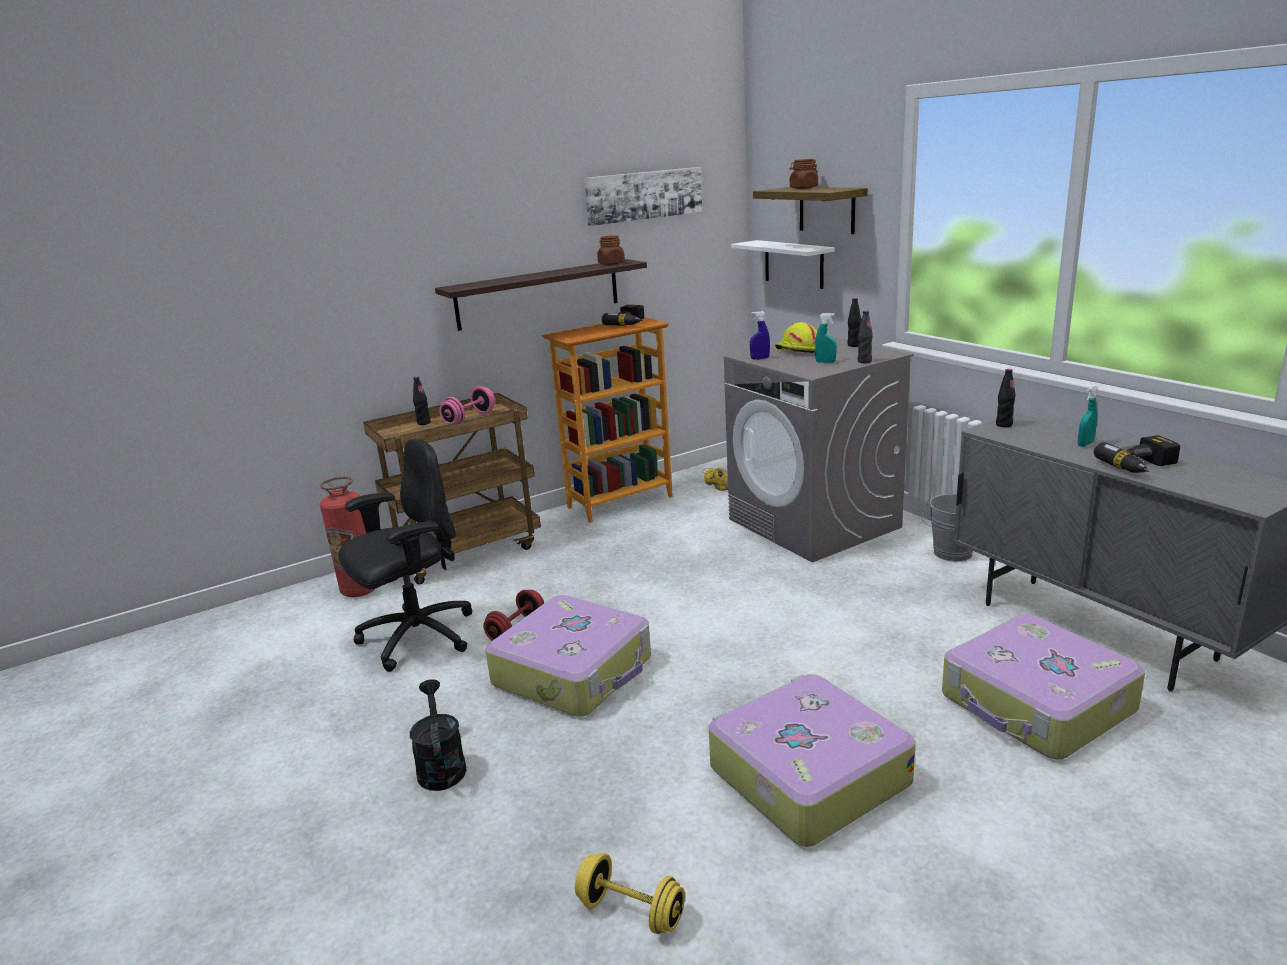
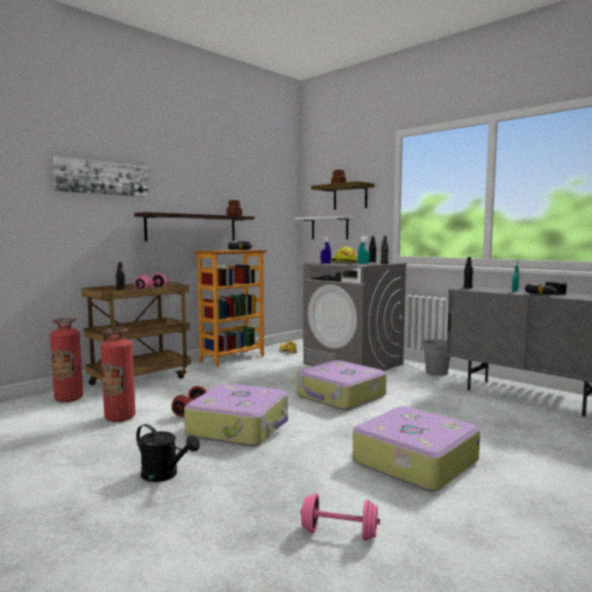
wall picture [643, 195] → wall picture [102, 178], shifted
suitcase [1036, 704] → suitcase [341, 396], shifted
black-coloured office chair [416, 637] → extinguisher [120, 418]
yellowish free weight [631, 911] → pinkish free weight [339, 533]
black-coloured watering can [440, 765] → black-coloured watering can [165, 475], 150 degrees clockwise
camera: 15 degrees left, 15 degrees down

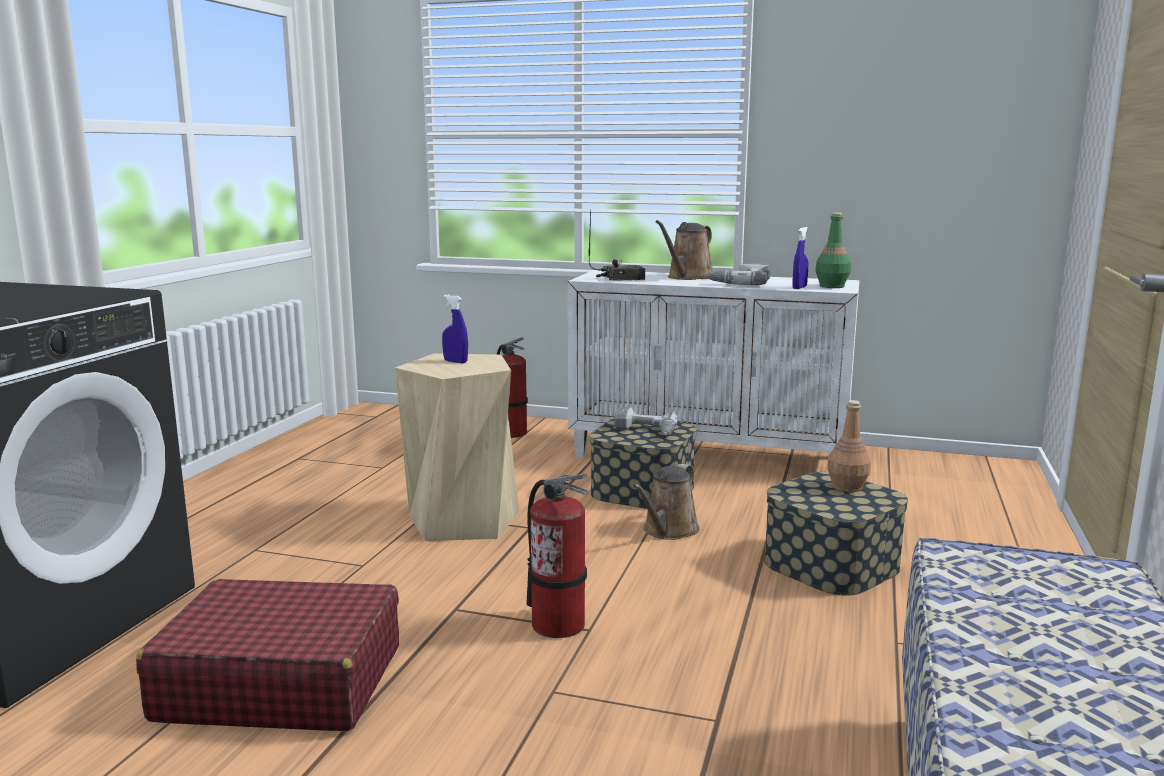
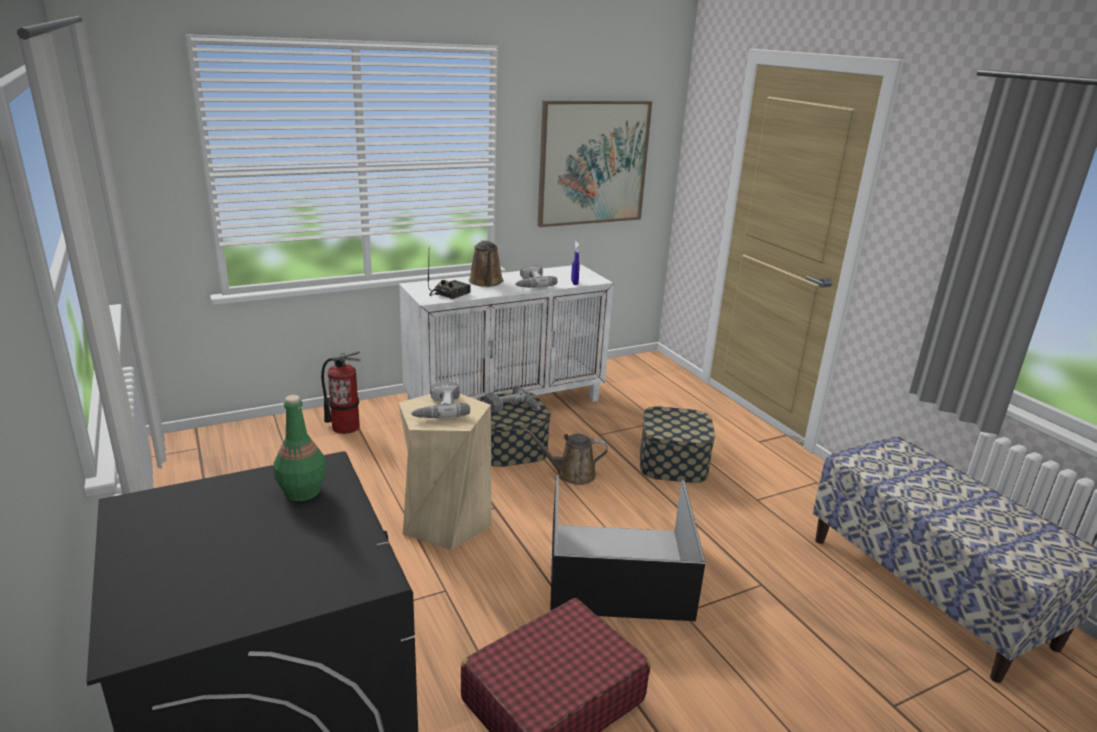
brown bottle [846, 487] → -
- → wall picture [593, 163]
greenish bottle [831, 286] → greenish bottle [301, 491], shifted
bluish spray bottle [455, 362] → power drill [438, 408]
extinguisher [558, 624] → black-coloured storage box [620, 570]
brown watering can [668, 531] → brown watering can [571, 474], 105 degrees clockwise
camera: 45 degrees left, 10 degrees up

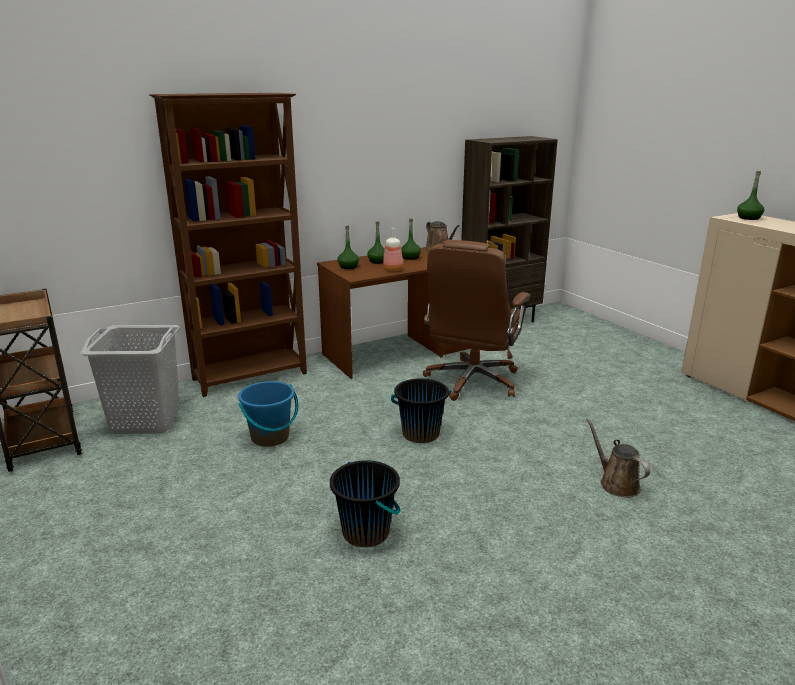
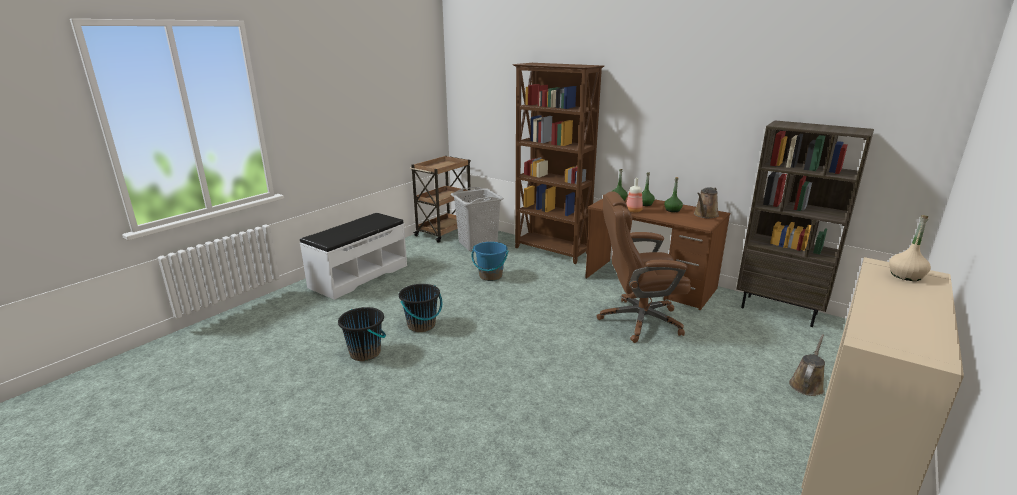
- → whitish indoor bench [358, 276]
black-coloured bucket [420, 434] → black-coloured bucket [365, 353], shifted
brown watering can [616, 483] → brown watering can [806, 384], shifted
greenish bottle [748, 218] → beige-coloured bottle [905, 276]
camera: 65 degrees right, 0 degrees up

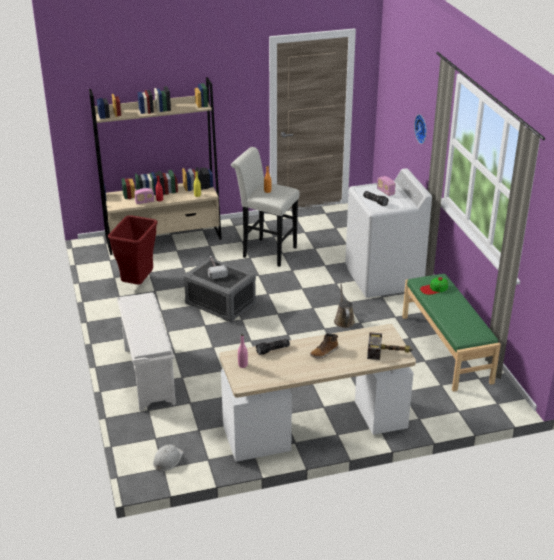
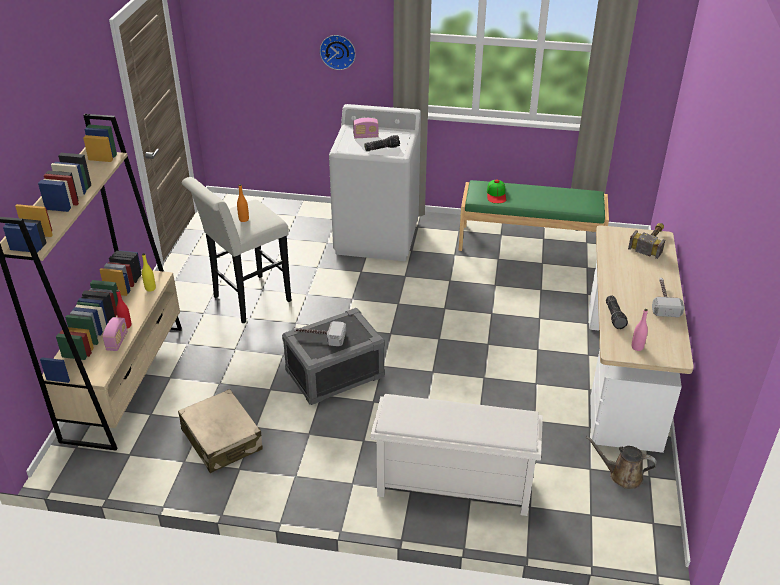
whitish work helmet [167, 460] → -
boot [324, 352] → -
- → hand hammer [663, 300]
brown watering can [344, 320] → brown watering can [622, 475], shifted
red-coloured rubbish bin [137, 283] → beige-coloured suitcase [221, 440]
camera: 65 degrees left, 5 degrees up

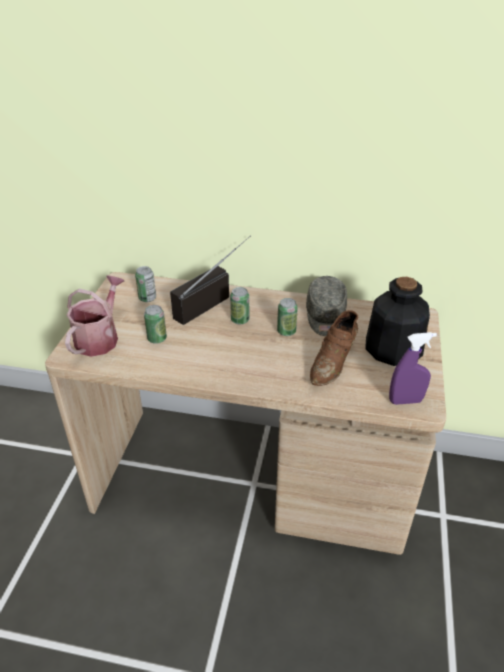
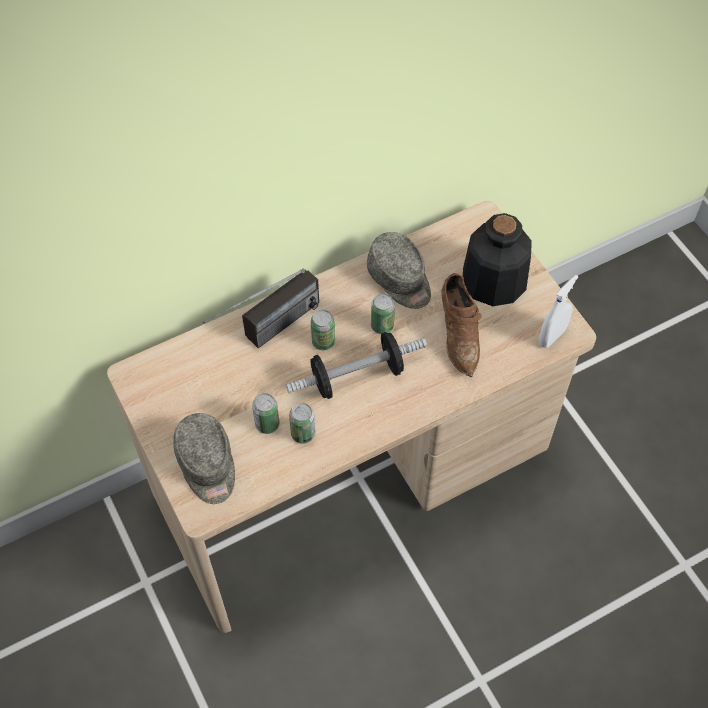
- → free weight [356, 376]
sealed can [147, 298] → sealed can [303, 434], shifted
watering can [100, 338] → grey baseball cap [207, 465]
purplish spray bottle [405, 401] → whitish spray bottle [552, 337]
radio set [212, 300] → radio set [267, 333], 135 degrees counterclockwise
camera: 40 degrees left, 20 degrees up

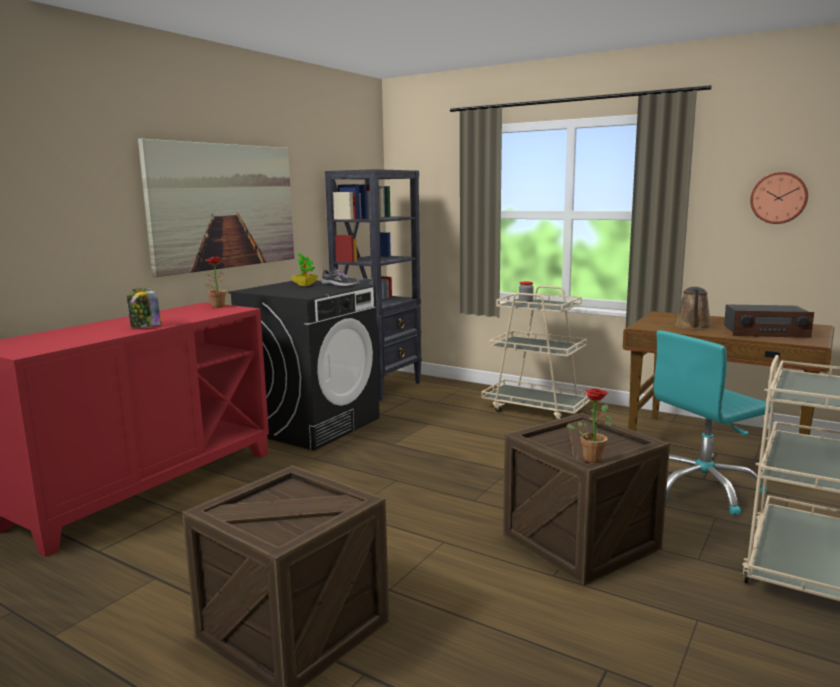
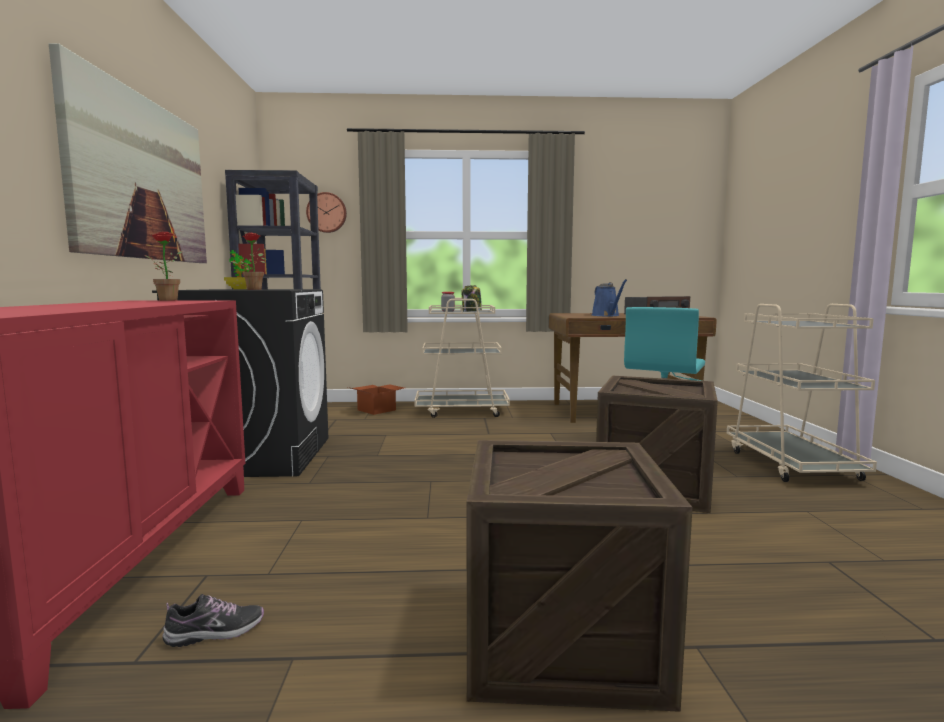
- → cardboard box [378, 410]
jar [145, 327] → jar [471, 311], shifted
low shoe [339, 285] → low shoe [215, 632], shifted
plant in a pot [592, 457] → plant in a pot [254, 289], shifted
wall clock [779, 198] → wall clock [327, 212], shifted
brown watering can [693, 326] → bluish watering can [607, 315]
camera: 35 degrees left, 5 degrees down

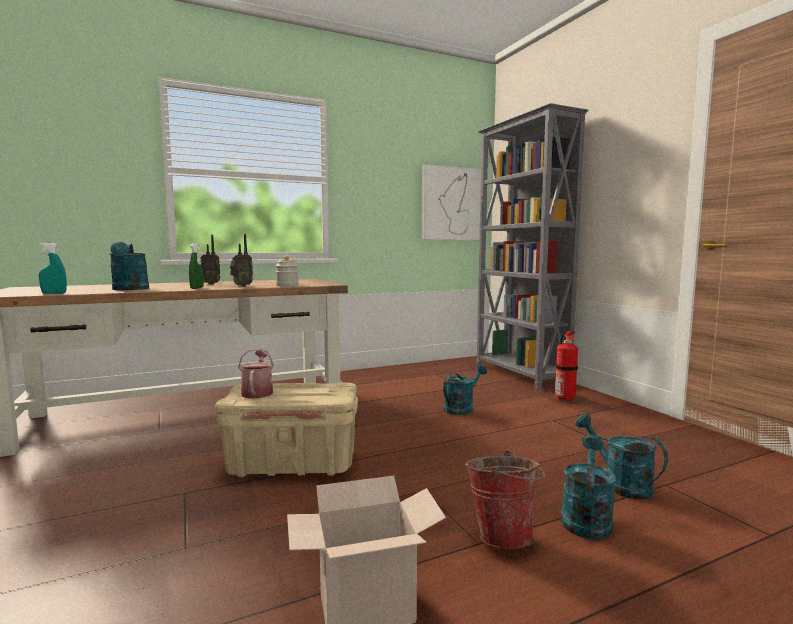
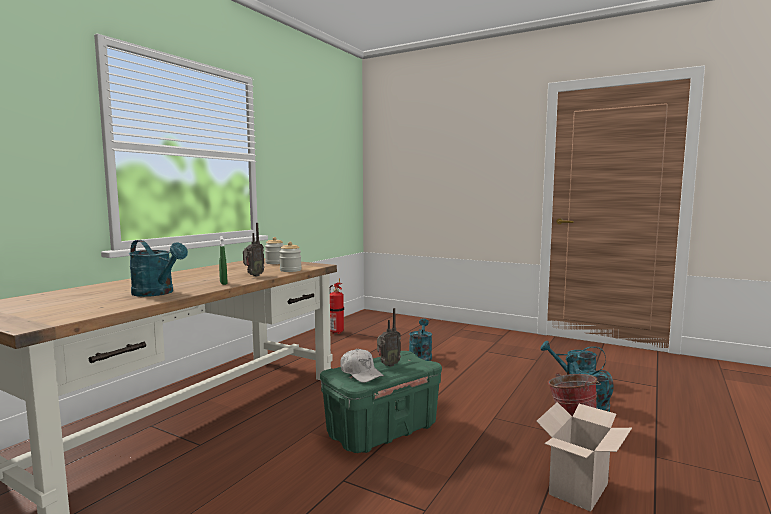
blue-green spray bottle [54, 293] → -
wall picture [453, 204] → -
grey shelving unit [520, 375] → -
- → jar [275, 263]
radio set [211, 284] → radio set [388, 365], shifted
extinguisher [564, 398] → extinguisher [335, 332], shifted
watering can [258, 392] → whitish baseball cap [361, 373]
beige-coloured storage box [293, 464] → greenish storage box [382, 430]
camera: 35 degrees left, 0 degrees up

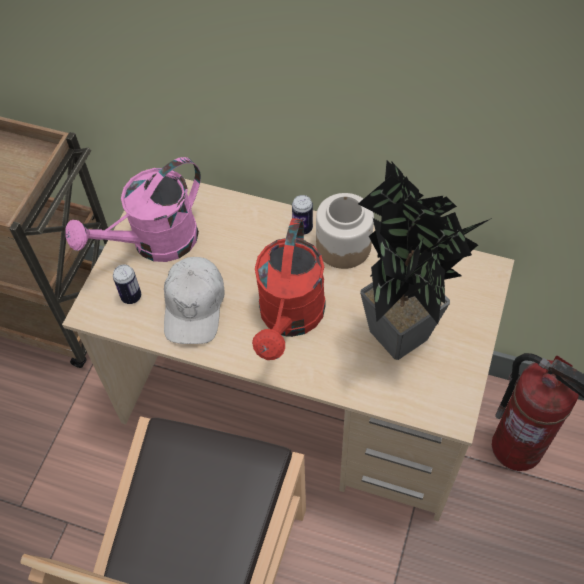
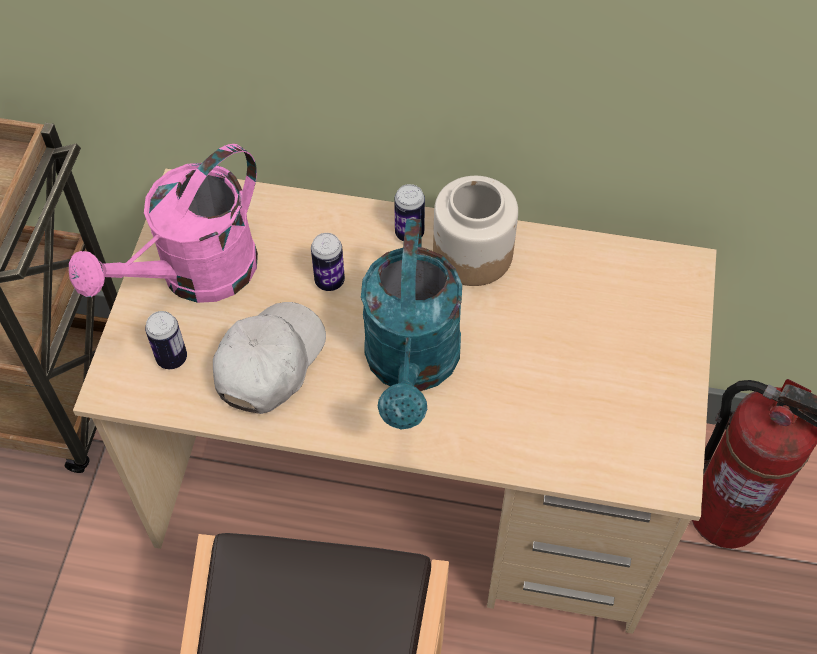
plant in a pot [400, 343] → -
- → sealed can [329, 281]
red-coloured watering can [290, 319] → blue-green watering can [412, 367]
whitish baseball cap [194, 306] → whitish baseball cap [269, 362], 150 degrees counterclockwise
camera: 10 degrees left, 0 degrees up

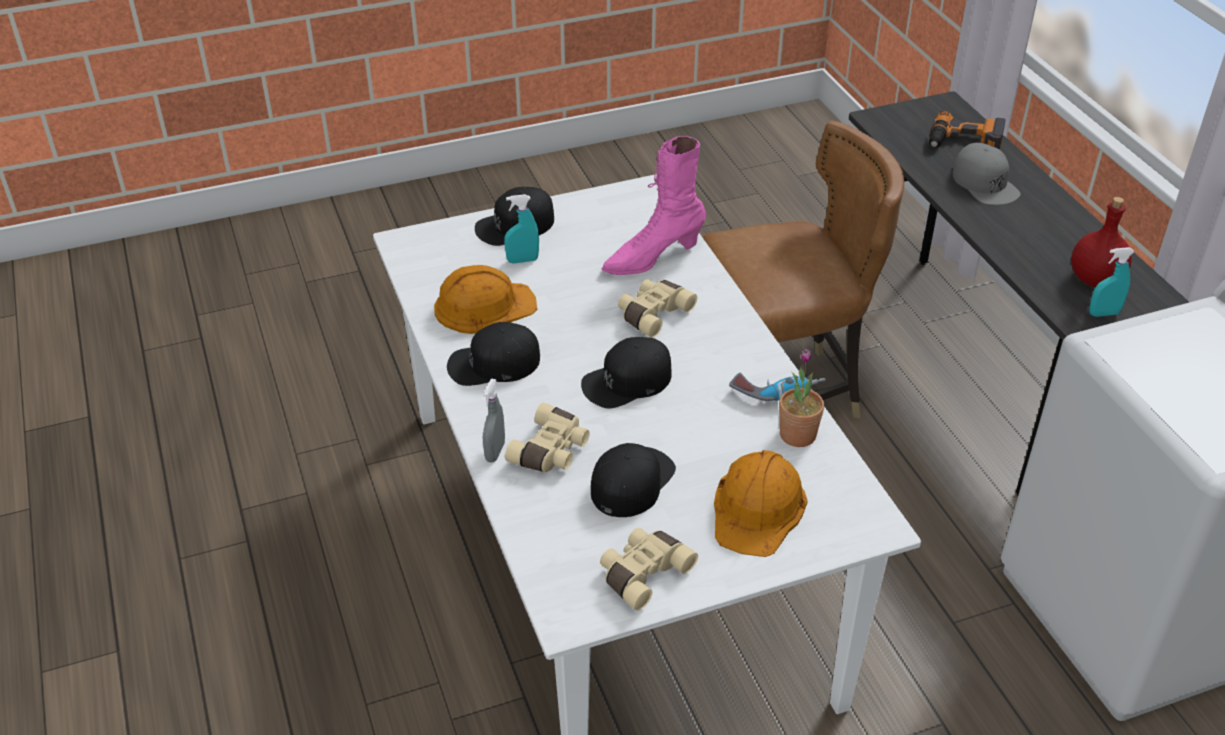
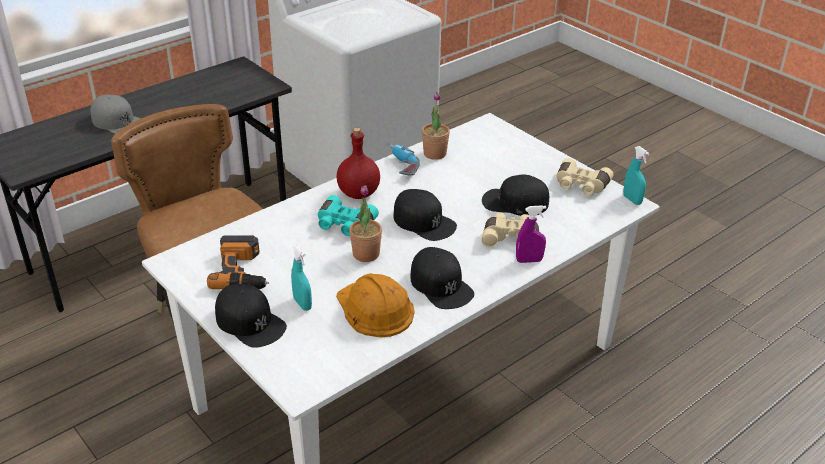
pinkish boot [652, 258] → -
orangey work helmet [758, 509] → -
- → plant in a pot [366, 254]
power drill [964, 142] → power drill [242, 271], shifted
red-coloured bottle [1094, 279] → red-coloured bottle [358, 193], shifted
blue-green spray bottle [1103, 313] → blue-green spray bottle [632, 200], shifted
grey spray bottle [495, 452] → purplish spray bottle [529, 260]
beige-coloured pair of binoculars [653, 314] → blue-green pair of binoculars [344, 225]
grey baseball cap [985, 183] → grey baseball cap [118, 121], 75 degrees clockwise
camera: 110 degrees left, 5 degrees down

